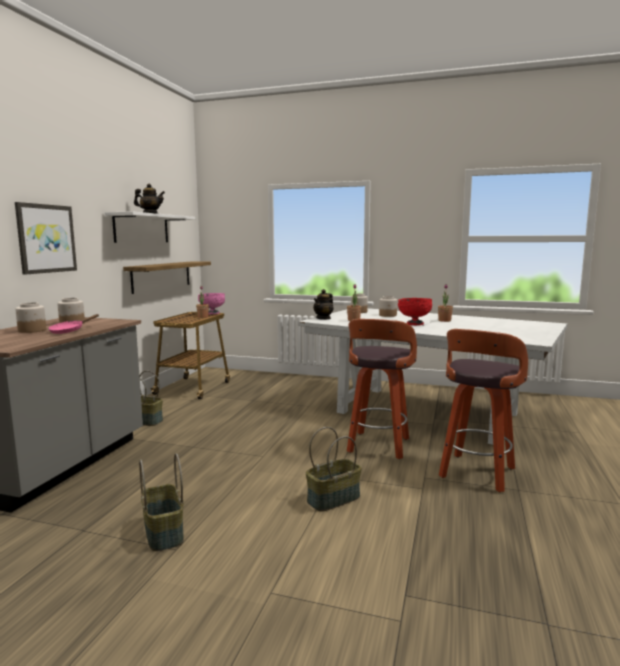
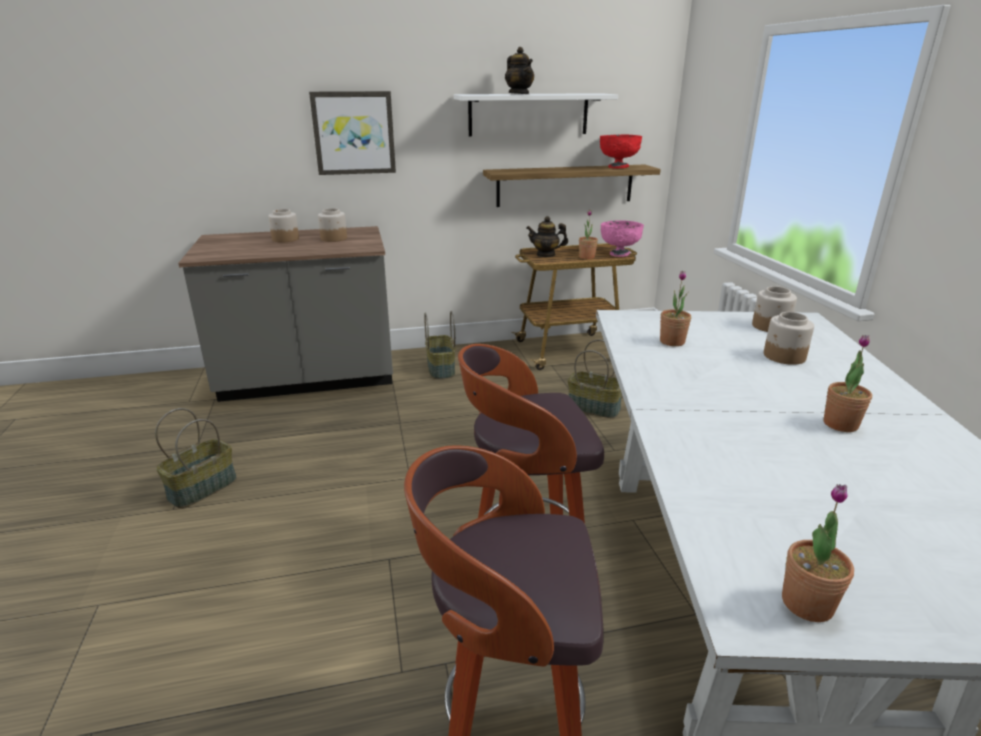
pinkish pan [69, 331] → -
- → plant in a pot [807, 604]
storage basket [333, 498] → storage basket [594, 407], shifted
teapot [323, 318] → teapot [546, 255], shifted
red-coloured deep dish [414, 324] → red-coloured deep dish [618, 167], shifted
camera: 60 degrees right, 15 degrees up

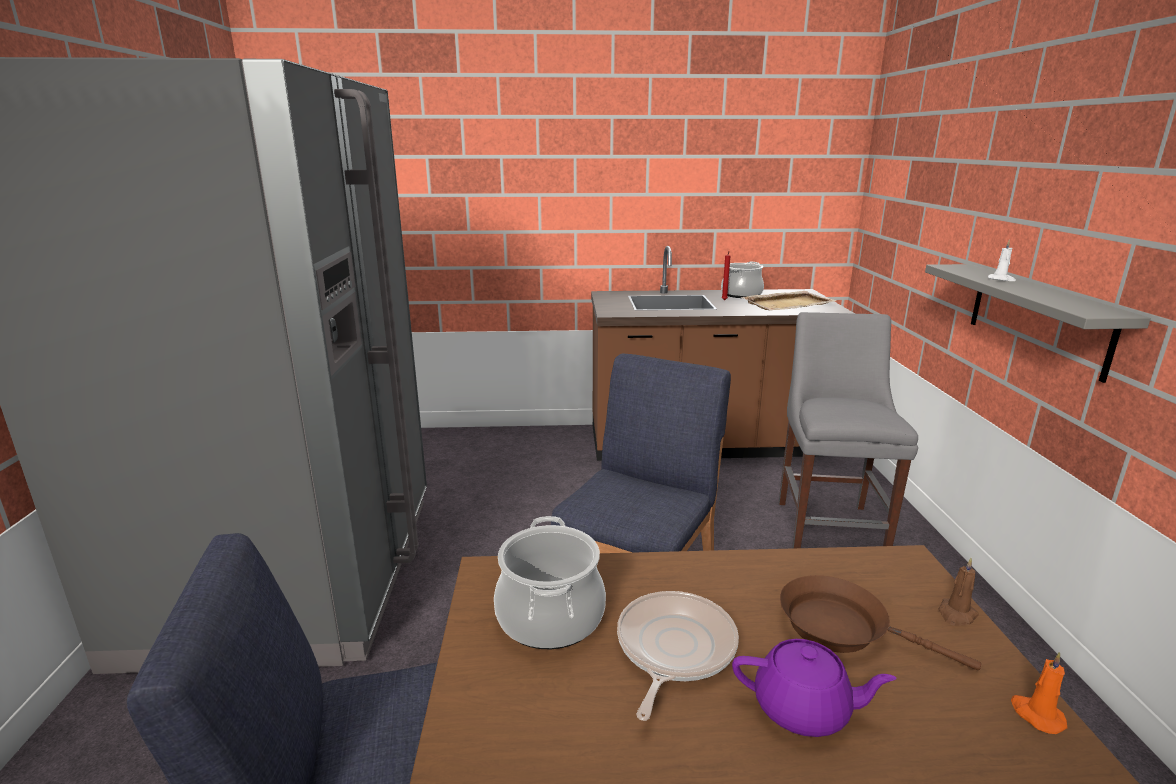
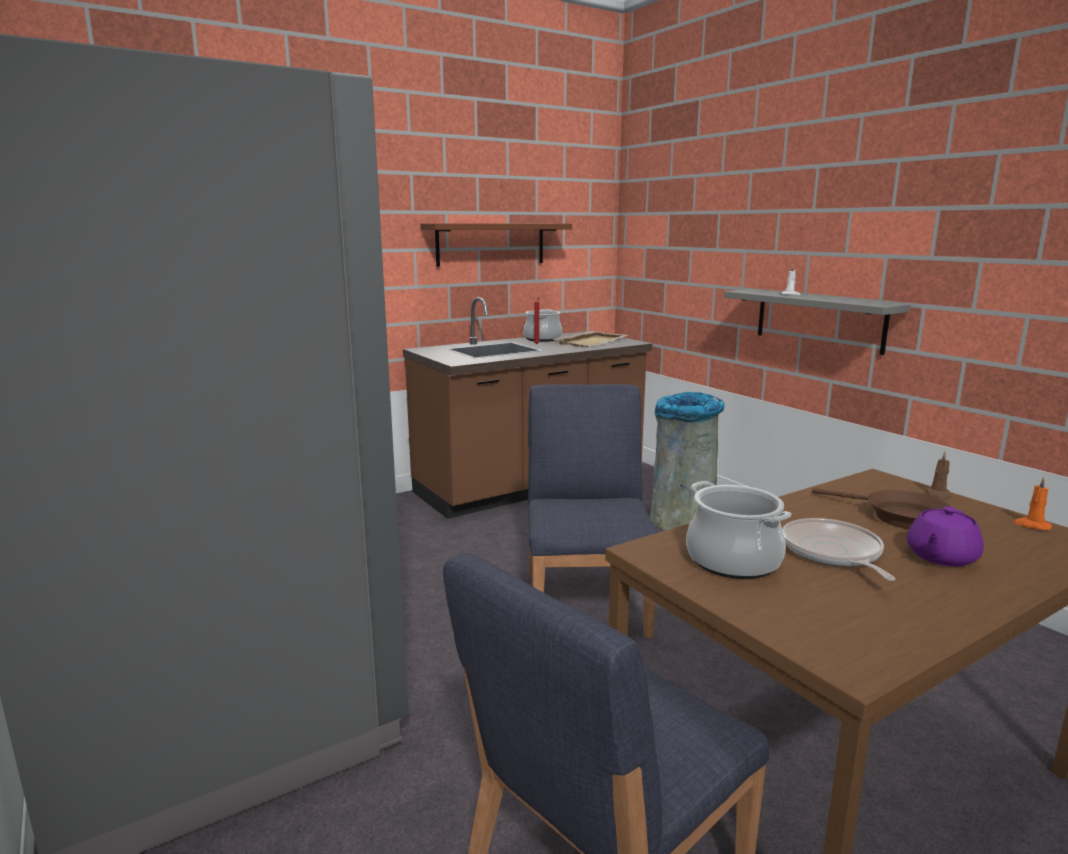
- → brown bracket shelf [491, 244]
grey plain chair [829, 525] → grey rubbish bin [682, 521]
purplish teapot [803, 709] → purplish teapot [940, 557], 150 degrees clockwise
brown pan [841, 628] → brown pan [898, 517], 135 degrees counterclockwise
camera: 30 degrees left, 5 degrees down

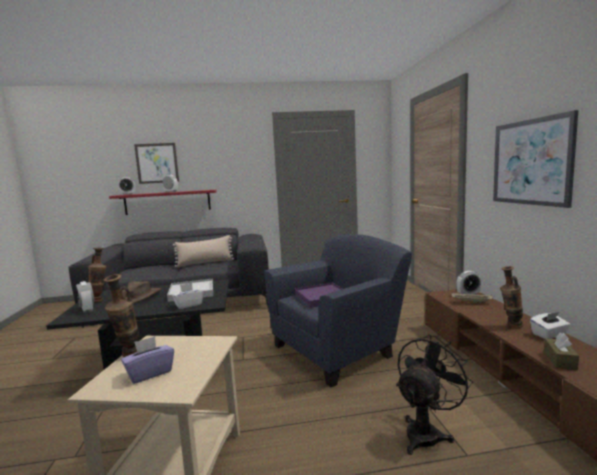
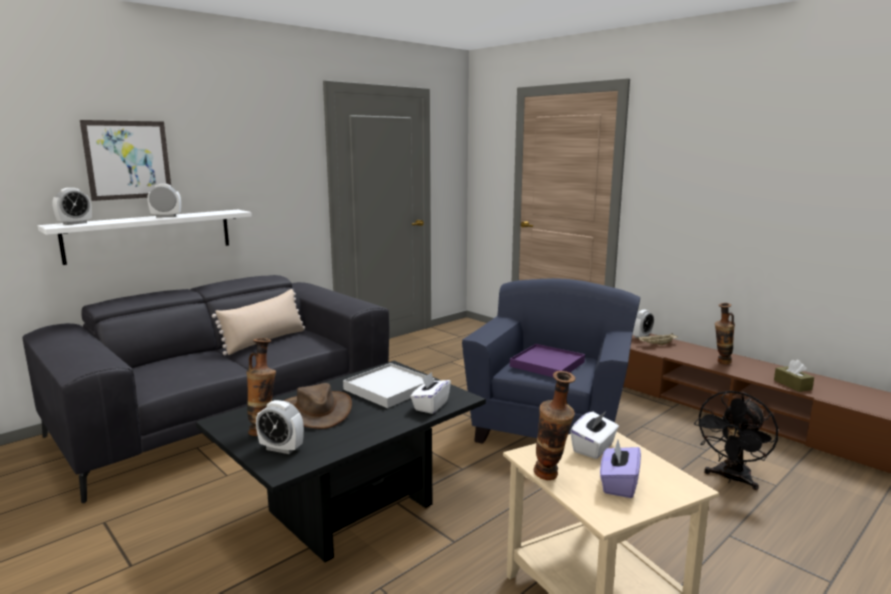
wall picture [531, 162] → -
whitish tissue box [549, 335] → whitish tissue box [594, 448], shifted
red-coloured bracket shelf [167, 202] → whitish bracket shelf [150, 235]
black-coloured fan [426, 432] → black-coloured fan [731, 479], 150 degrees counterclockwise
camera: 35 degrees left, 5 degrees up

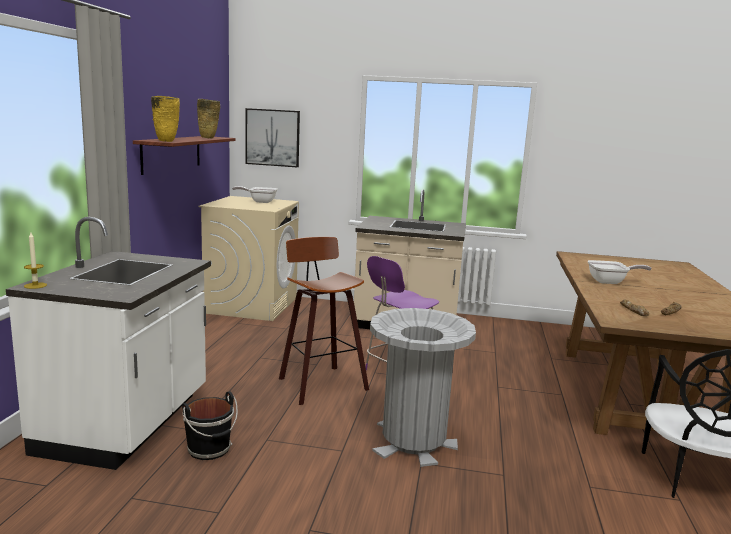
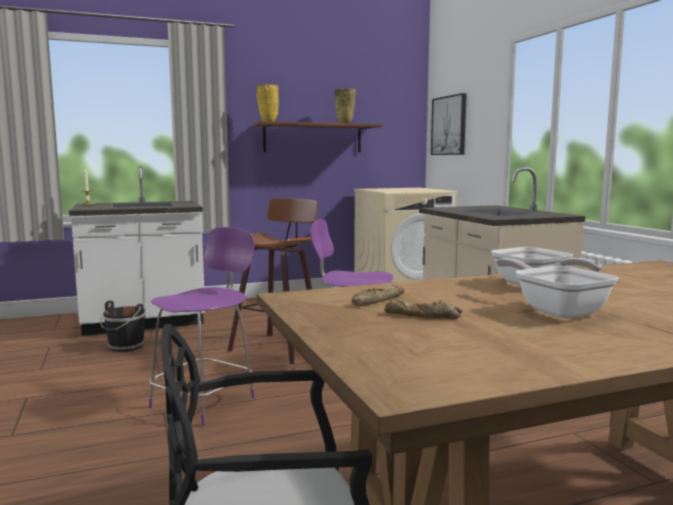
pan [260, 201] → pan [555, 310], shifted
grey rubbish bin [413, 441] → purplish stool seat [206, 401]
camera: 60 degrees right, 5 degrees down

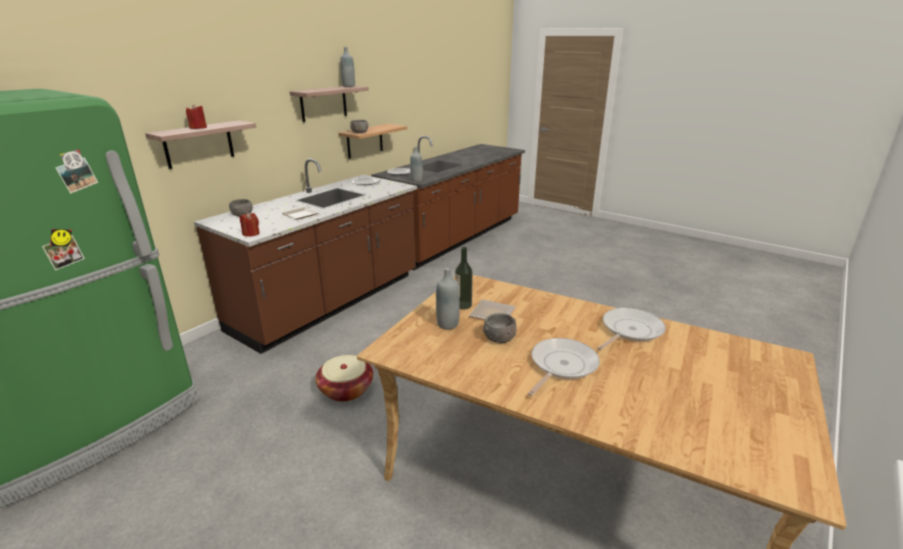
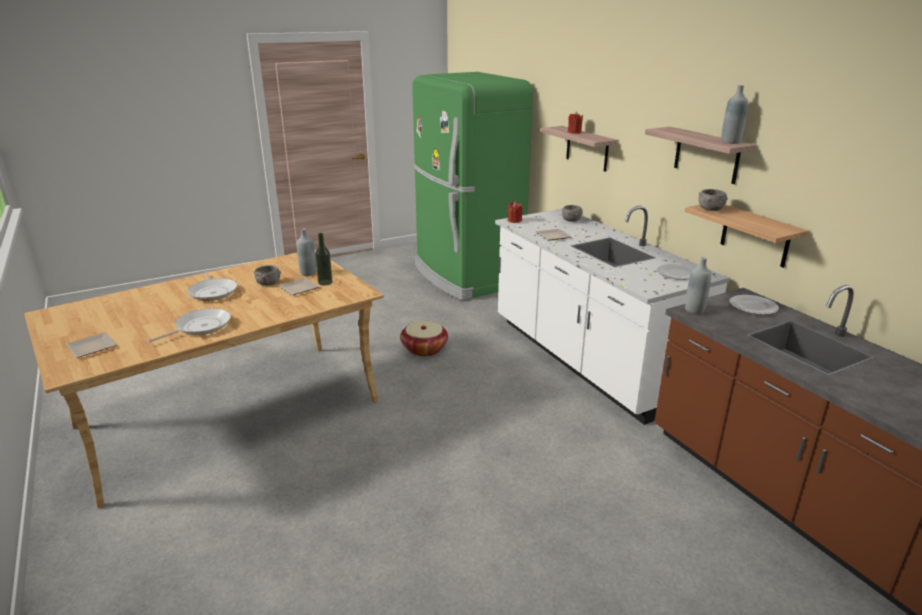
- → plate [94, 347]
brown kitchen base unit [329, 302] → whitish kitchen base unit [587, 360]
pan [629, 330] → pan [200, 327], 120 degrees counterclockwise
camera: 115 degrees right, 0 degrees up

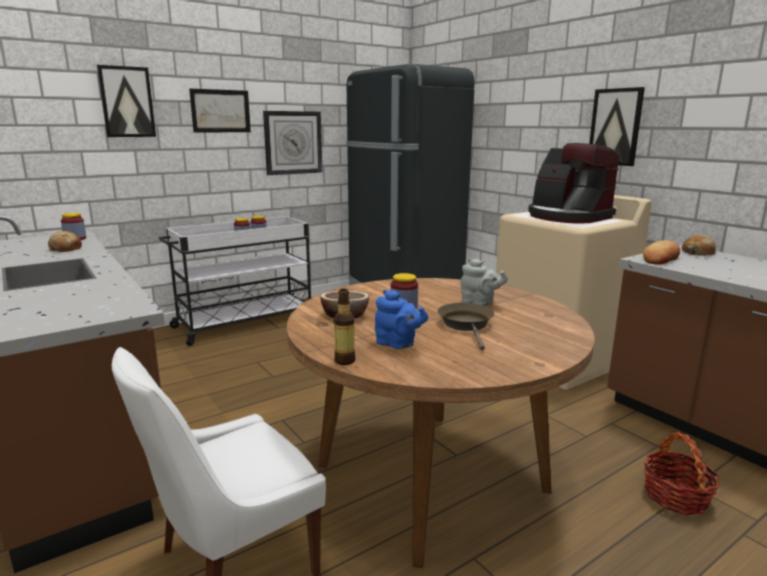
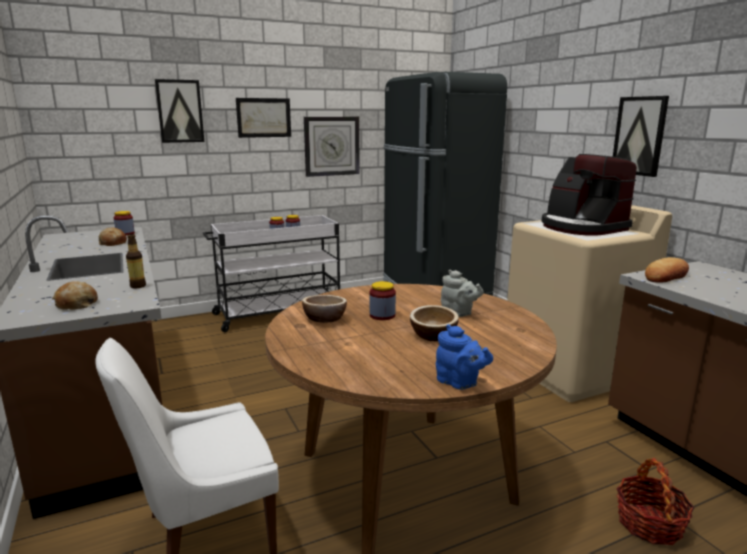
bottle [344, 361] → bottle [138, 286], shifted
bluish teapot [398, 344] → bluish teapot [459, 383], shifted
bakery bread [698, 252] → bakery bread [76, 304], shifted
brown pan [467, 325] → deep dish [433, 335]
camera: 10 degrees right, 0 degrees up

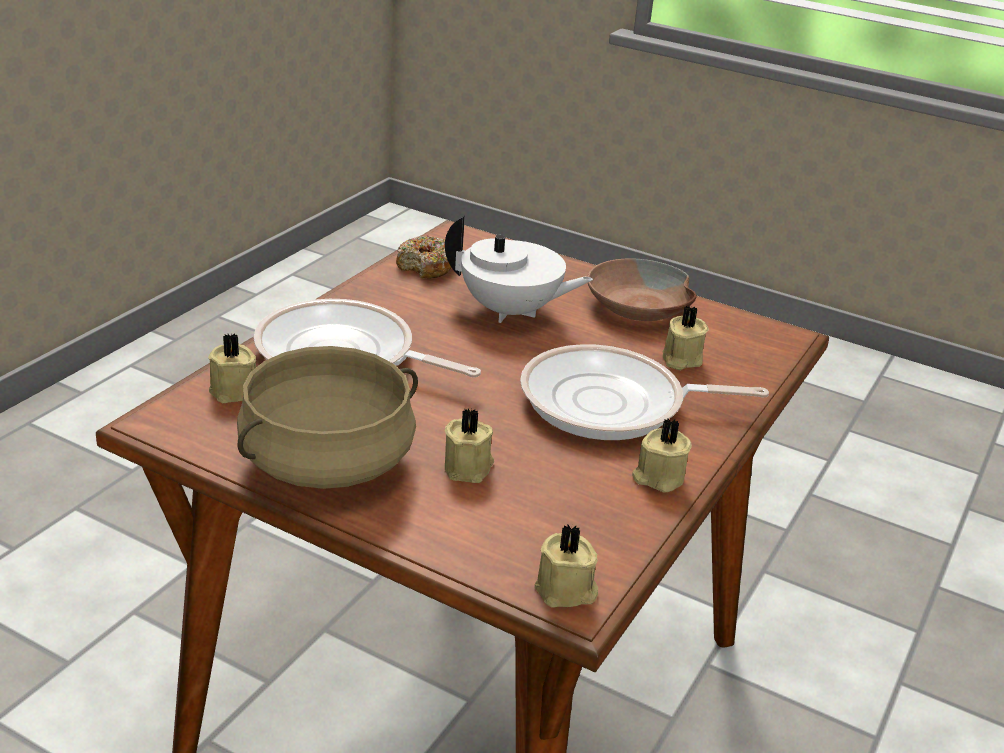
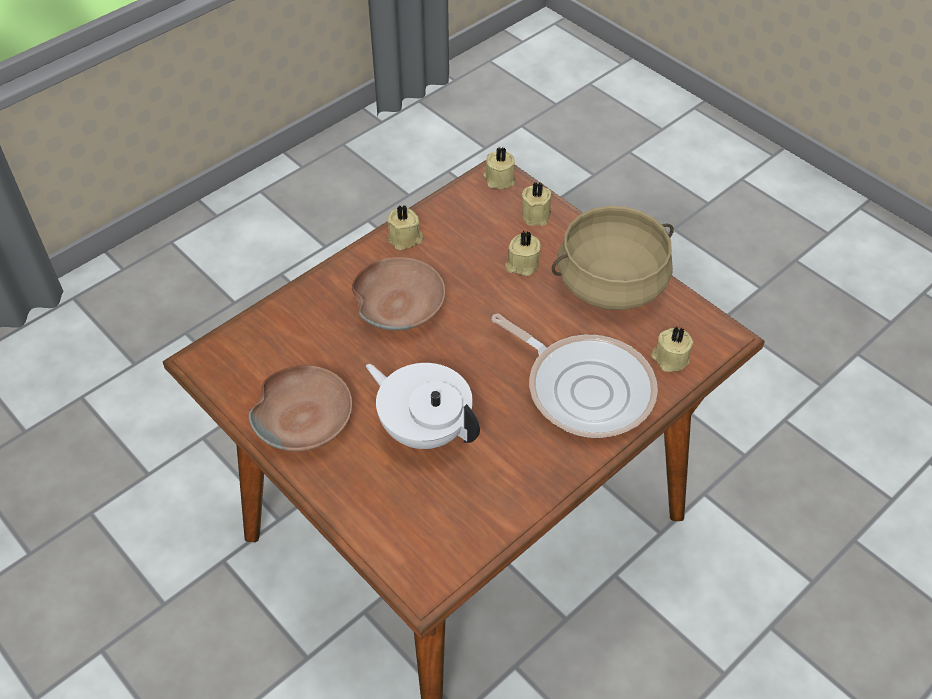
ring doughnut [426, 267] → -
beige-coloured wax light [680, 359] → beige-coloured wax light [537, 215], shifted
pan [611, 404] → brown deep dish [399, 304]
camera: 160 degrees left, 20 degrees up

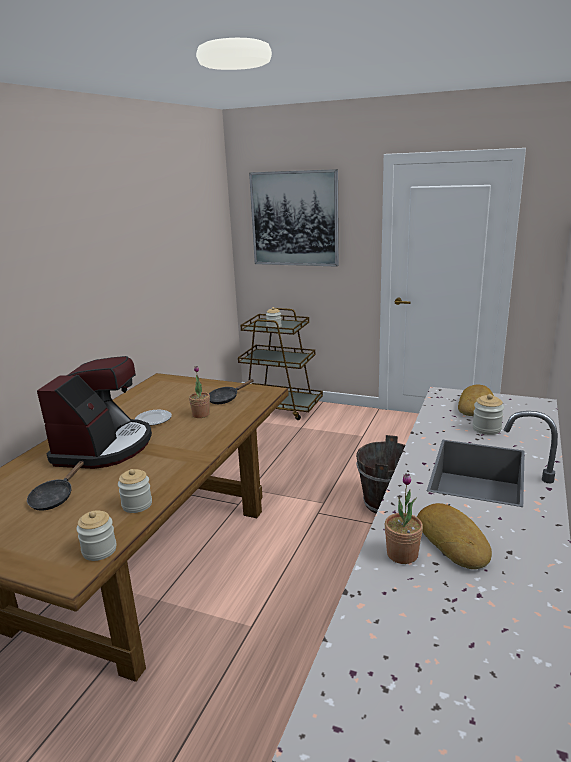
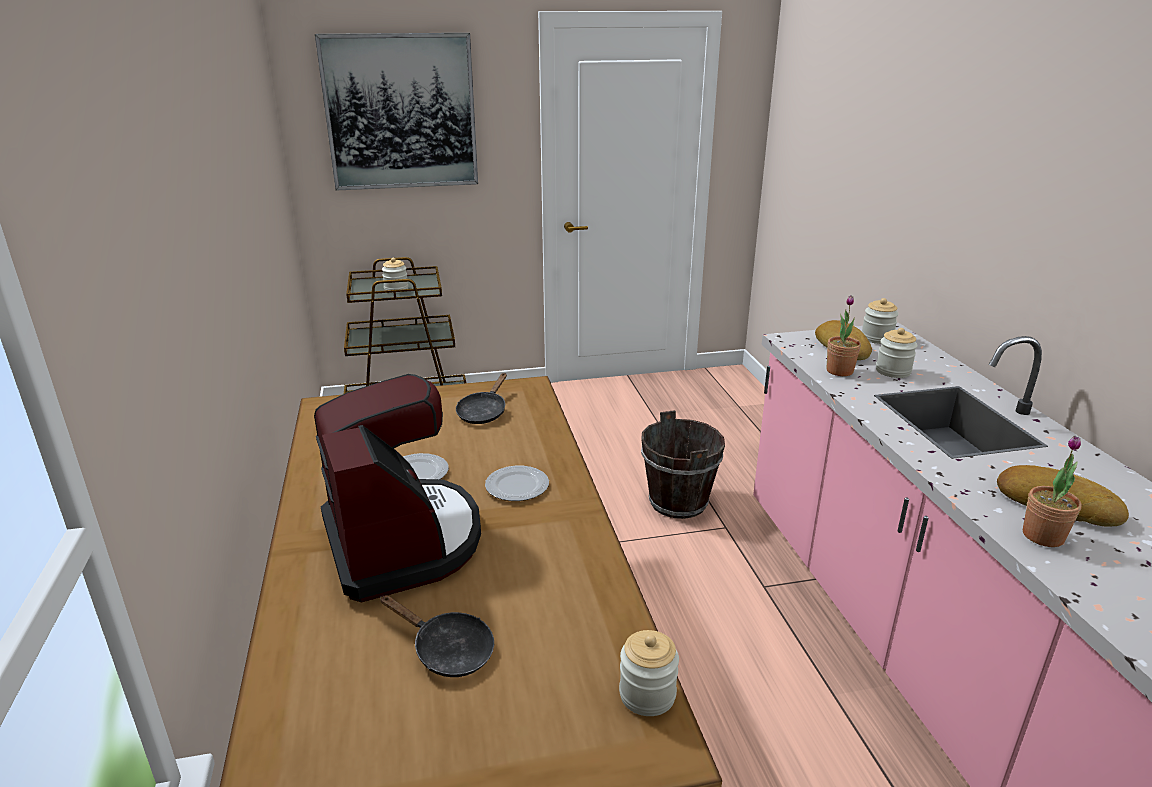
- → plate [518, 486]
jar [137, 505] → jar [876, 338], shifted
plant in a pot [201, 414] → plant in a pot [839, 371], shifted
black-coloured pan [54, 498] → black-coloured pan [447, 650], 45 degrees counterclockwise
camera: 35 degrees left, 5 degrees up

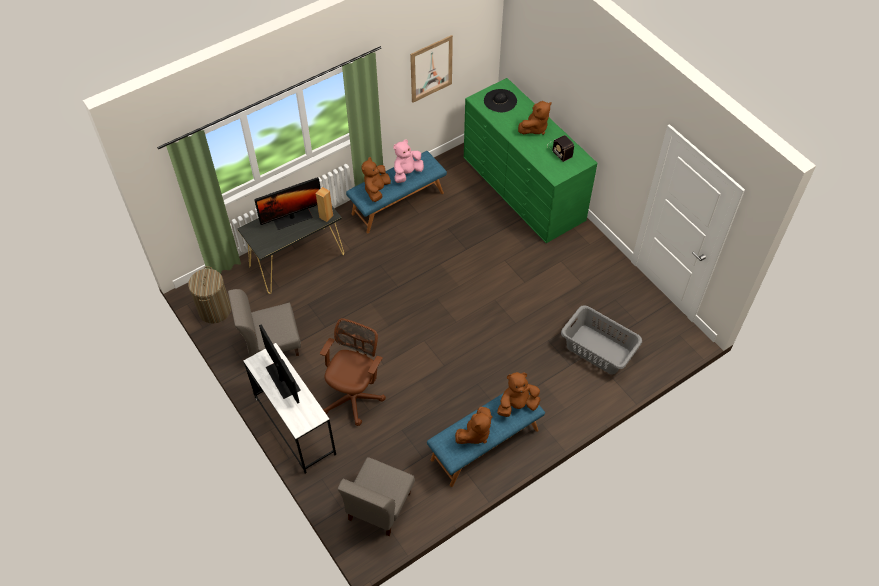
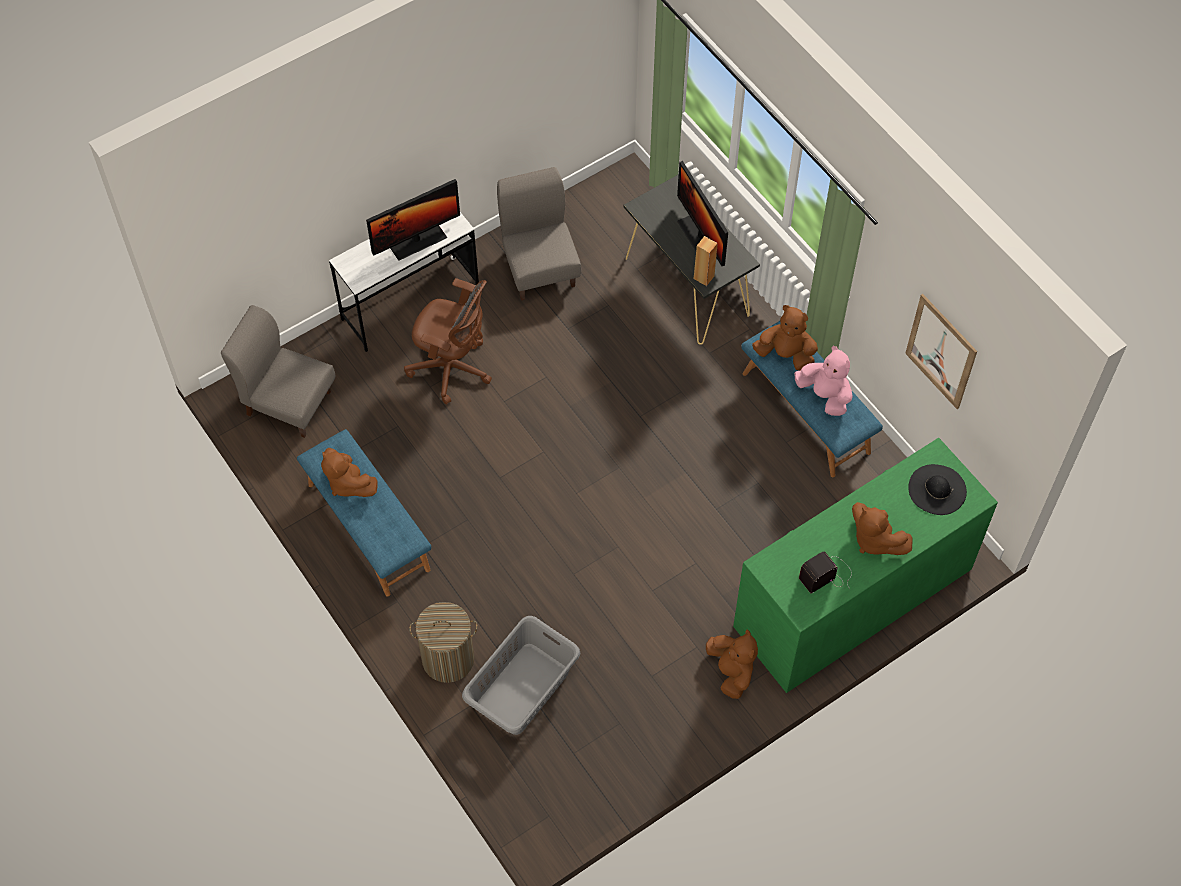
hamper [214, 310] → hamper [448, 658], shifted
brown soft toy [517, 405] → brown soft toy [731, 671], shifted
camera: 90 degrees right, 5 degrees up

